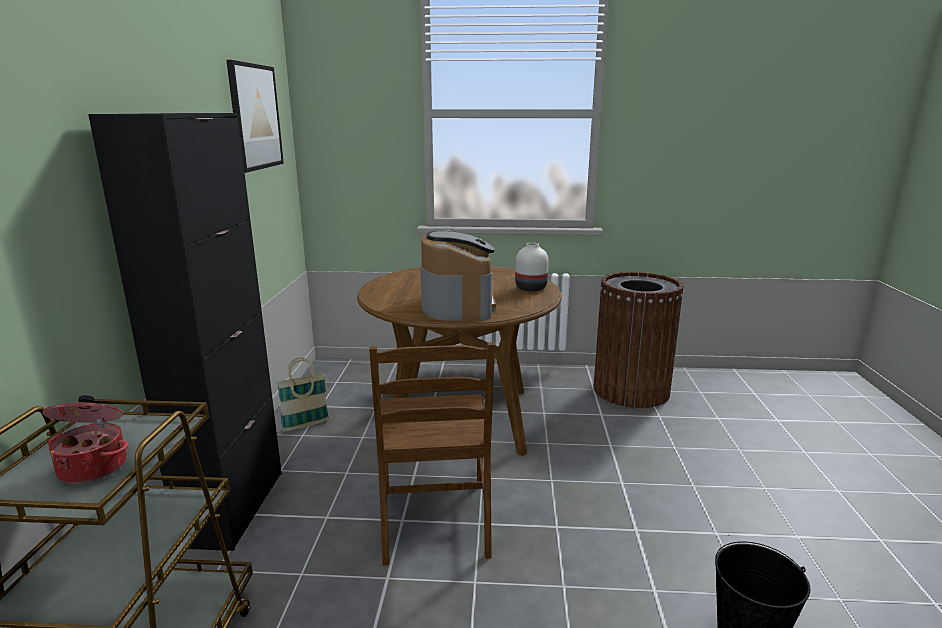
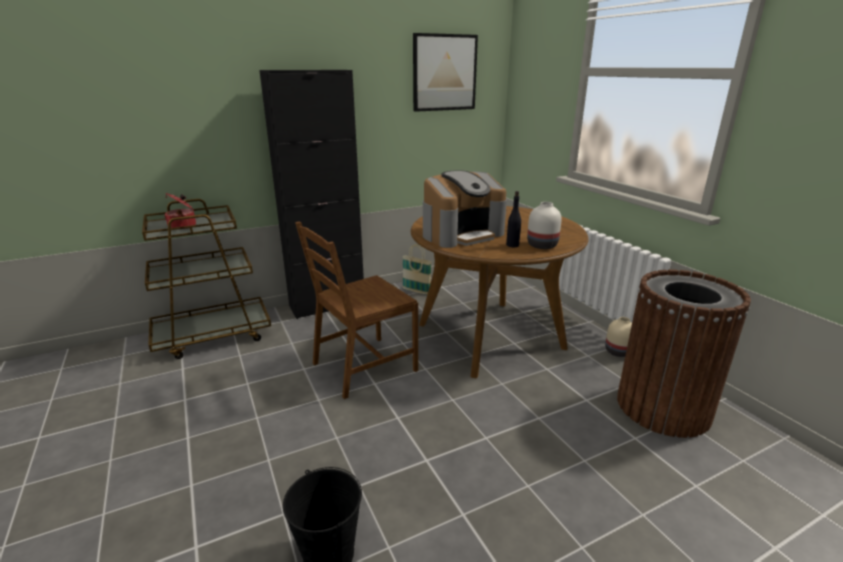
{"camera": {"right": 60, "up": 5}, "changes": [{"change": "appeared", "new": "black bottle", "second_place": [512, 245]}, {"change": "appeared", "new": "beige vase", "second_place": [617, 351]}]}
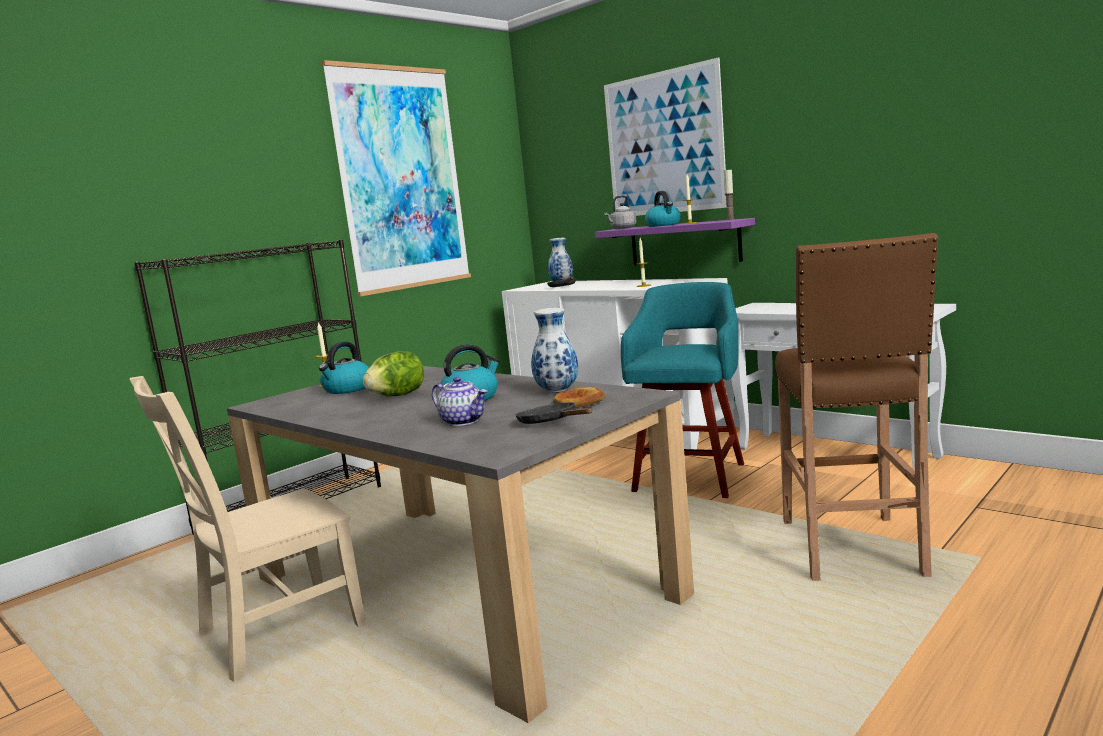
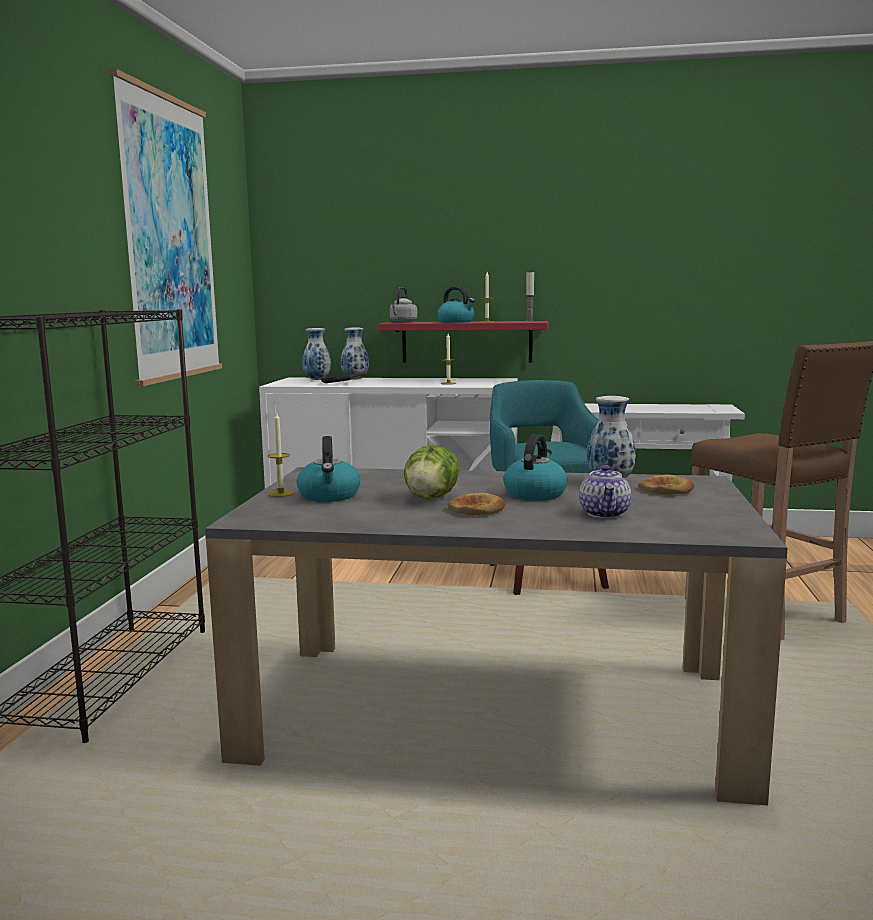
{"camera": {"right": -35, "up": 0}, "changes": [{"change": "missing", "old": "picture", "first_place": [663, 143]}, {"change": "colour", "old": "purple shelf", "new": "red shelf", "first_place": [684, 243], "second_place": [466, 342]}, {"change": "missing", "old": "beige chair", "first_place": [273, 632]}, {"change": "spun", "old": "teapot", "first_place": [463, 421], "second_place": [605, 514], "degrees": 90}, {"change": "missing", "old": "black frying pan", "first_place": [551, 422]}, {"change": "appeared", "new": "vase", "second_place": [356, 379]}, {"change": "appeared", "new": "bread", "second_place": [477, 510]}]}
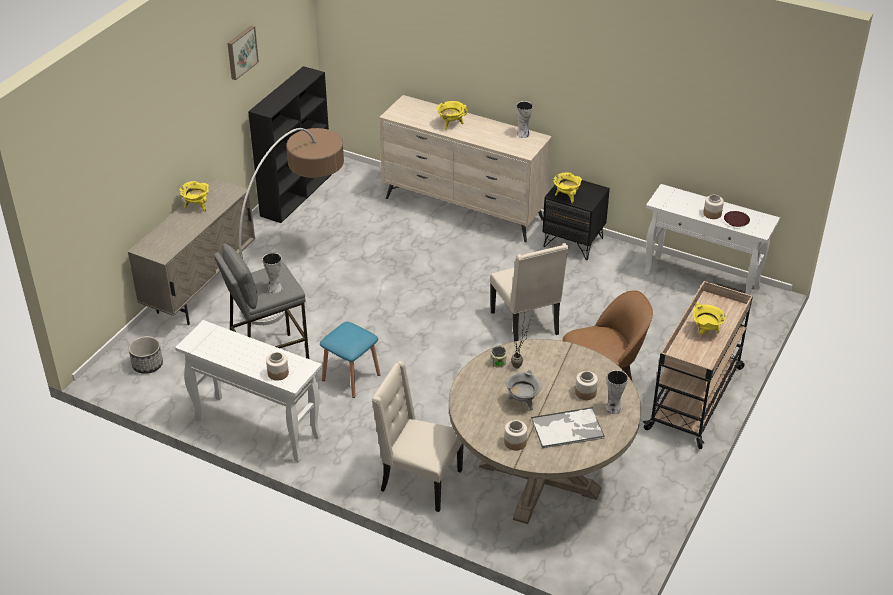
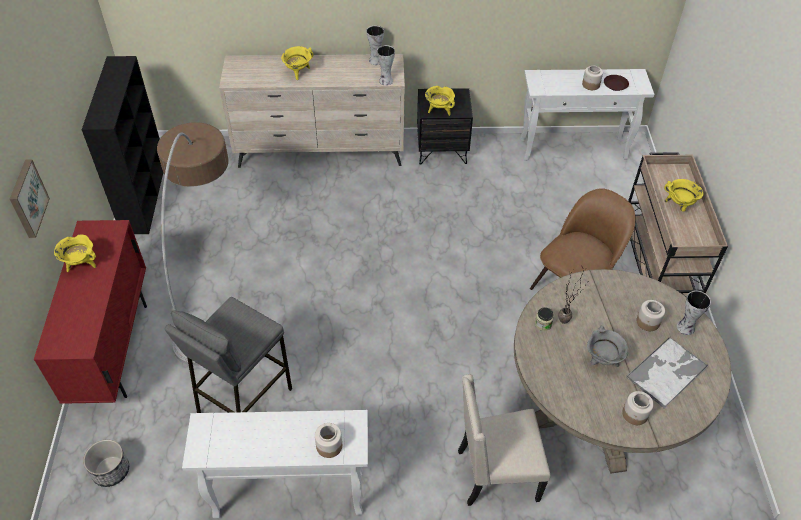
{"camera": {"right": -30, "up": 10}, "changes": [{"change": "relocated", "old": "picture", "first_place": [241, 52], "second_place": [27, 198]}, {"change": "colour", "old": "beige cabinet", "new": "red cabinet", "first_place": [201, 292], "second_place": [114, 350]}, {"change": "missing", "old": "beige chair", "first_place": [526, 324]}, {"change": "relocated", "old": "vase", "first_place": [274, 288], "second_place": [385, 81]}, {"change": "missing", "old": "blue stool", "first_place": [351, 377]}]}
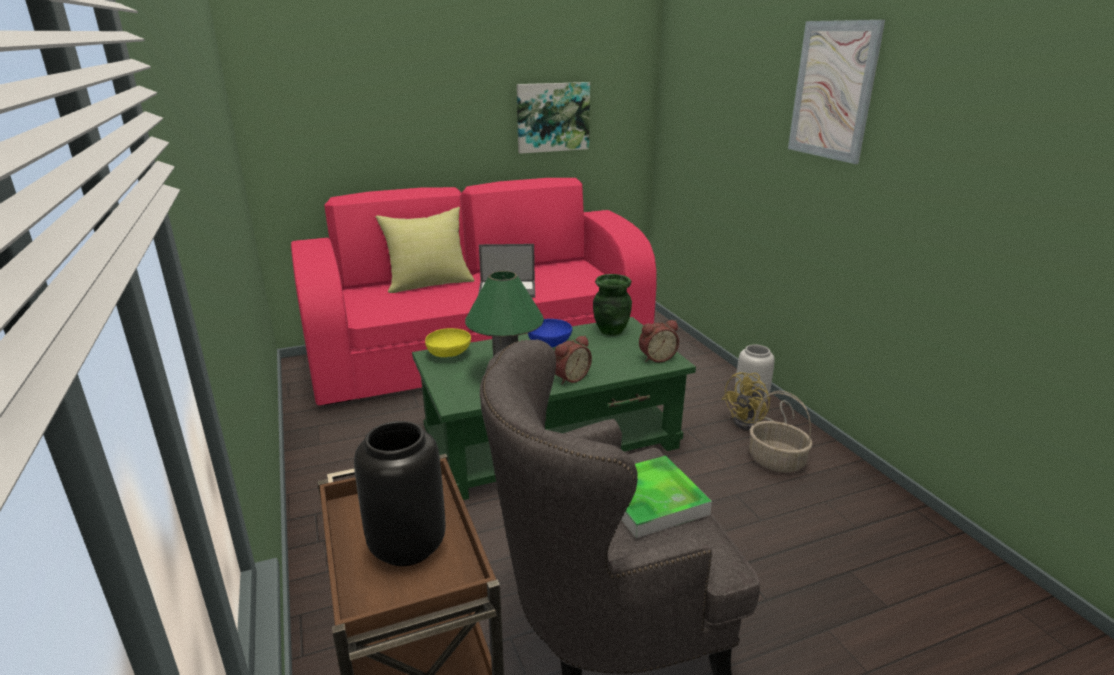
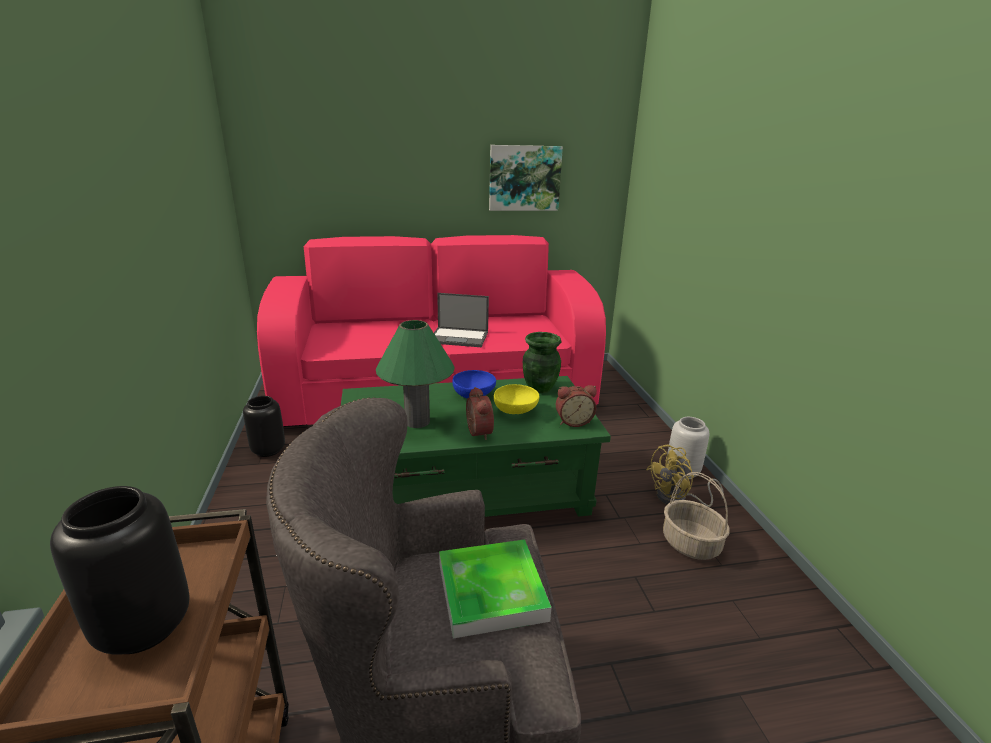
{"camera": {"right": 10, "up": 0}, "changes": [{"change": "missing", "old": "picture", "first_place": [833, 90]}, {"change": "missing", "old": "yellow pillow", "first_place": [429, 284]}, {"change": "relocated", "old": "yellow bowl", "first_place": [449, 355], "second_place": [515, 411]}, {"change": "spun", "old": "alarm clock", "first_place": [569, 377], "second_place": [476, 432], "degrees": -75}, {"change": "appeared", "new": "black vase", "second_place": [268, 451]}]}
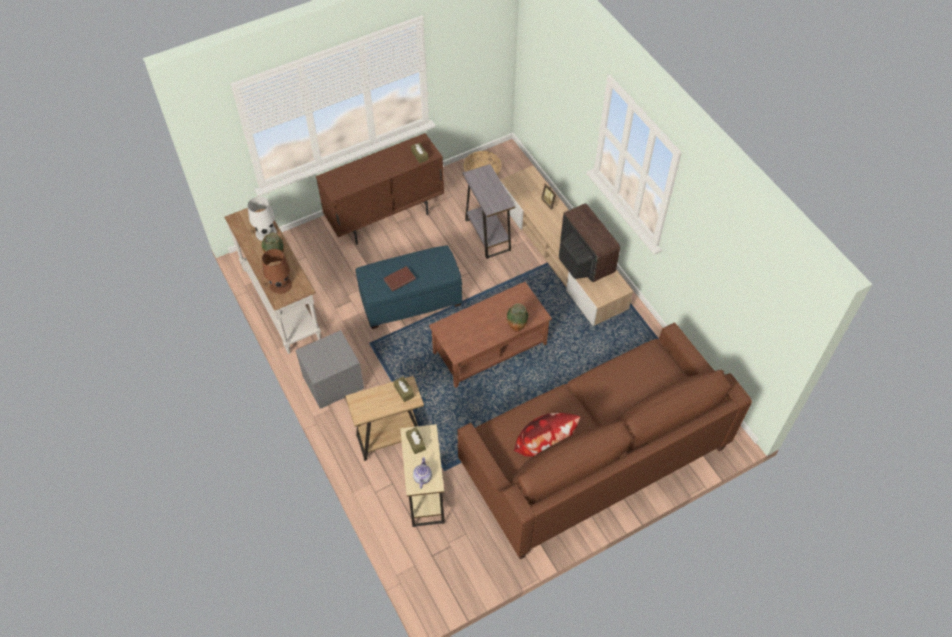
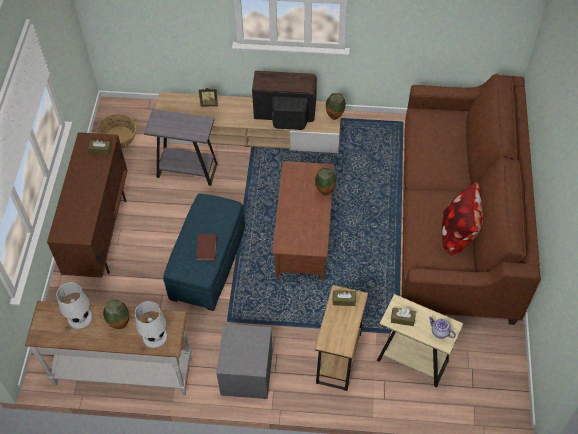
{"camera": {"right": -55, "up": 0}, "changes": [{"change": "colour", "old": "brown table lamp", "new": "white table lamp", "first_place": [280, 285], "second_place": [154, 336]}, {"change": "appeared", "new": "vase", "second_place": [334, 117]}]}
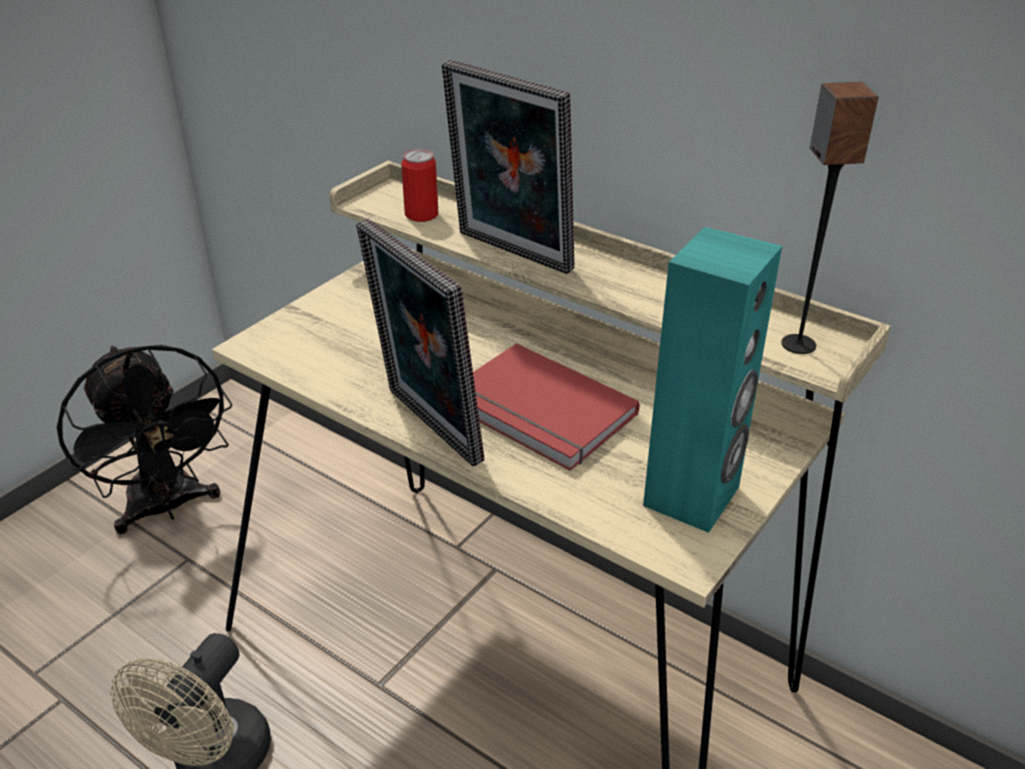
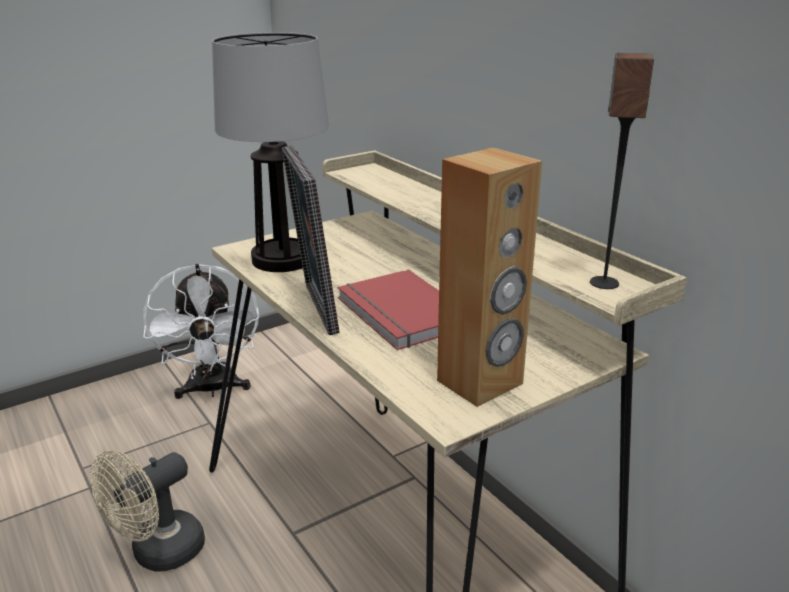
{"camera": {"right": 20, "up": -10}, "changes": [{"change": "missing", "old": "picture frame", "first_place": [509, 254]}, {"change": "missing", "old": "can", "first_place": [421, 215]}, {"change": "colour", "old": "turquoise speaker", "new": "brown speaker", "first_place": [693, 497], "second_place": [480, 383]}, {"change": "colour", "old": "black fan", "new": "white fan", "first_place": [167, 508], "second_place": [213, 389]}, {"change": "appeared", "new": "table lamp", "second_place": [283, 260]}]}
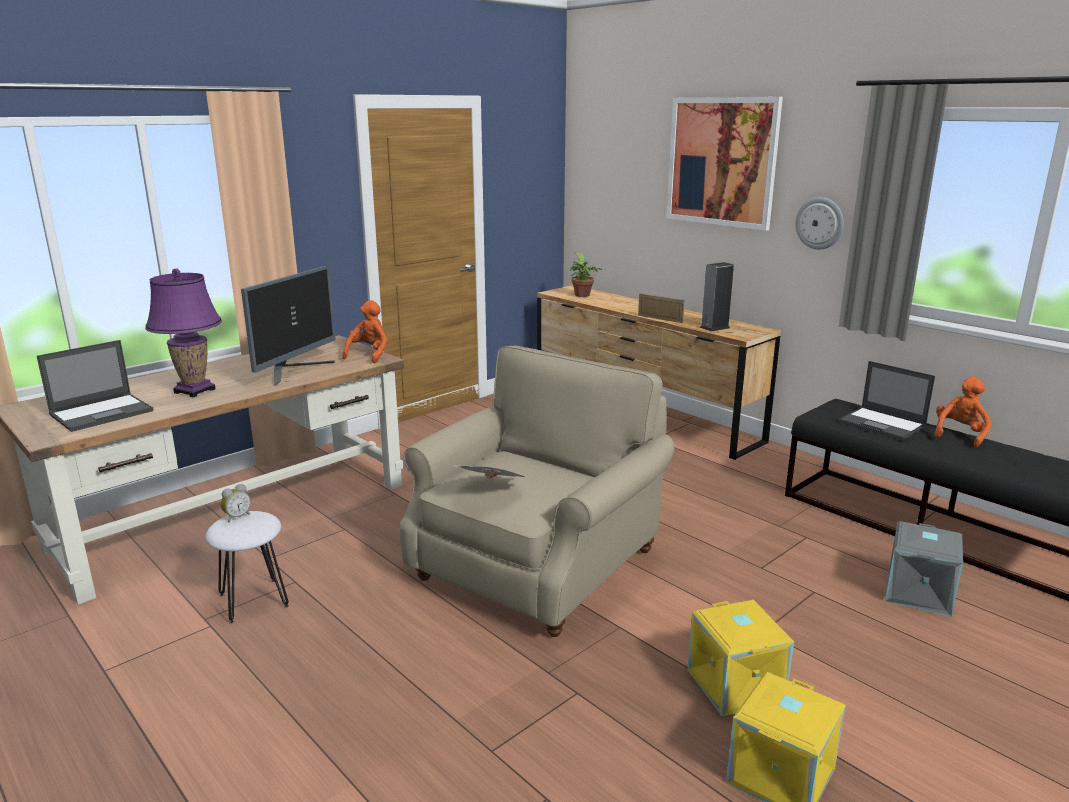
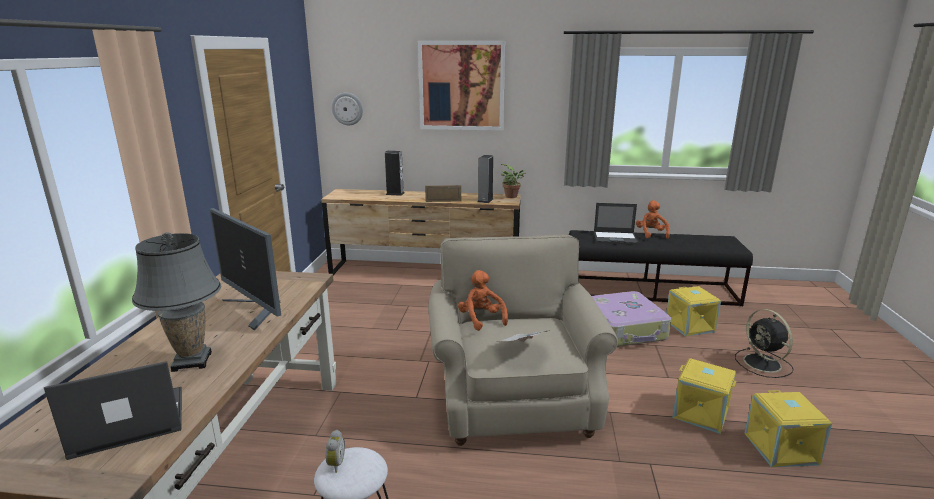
{"camera": {"right": -40, "up": 0}, "changes": [{"change": "relocated", "old": "wall clock", "first_place": [819, 223], "second_place": [347, 109]}, {"change": "relocated", "old": "potted plant", "first_place": [583, 296], "second_place": [512, 197]}, {"change": "spun", "old": "monitor", "first_place": [294, 370], "second_place": [255, 310], "degrees": 150}, {"change": "colour", "old": "purple table lamp", "new": "grey table lamp", "first_place": [195, 391], "second_place": [192, 361]}, {"change": "relocated", "old": "orange plush toy", "first_place": [369, 355], "second_place": [481, 319]}, {"change": "spun", "old": "laptop", "first_place": [103, 412], "second_place": [127, 422], "degrees": -120}, {"change": "colour", "old": "grey storage box", "new": "yellow storage box", "first_place": [920, 593], "second_place": [690, 326]}, {"change": "appeared", "new": "speaker", "second_place": [395, 193]}, {"change": "appeared", "new": "suitcase", "second_place": [624, 329]}, {"change": "appeared", "new": "black fan", "second_place": [763, 364]}]}
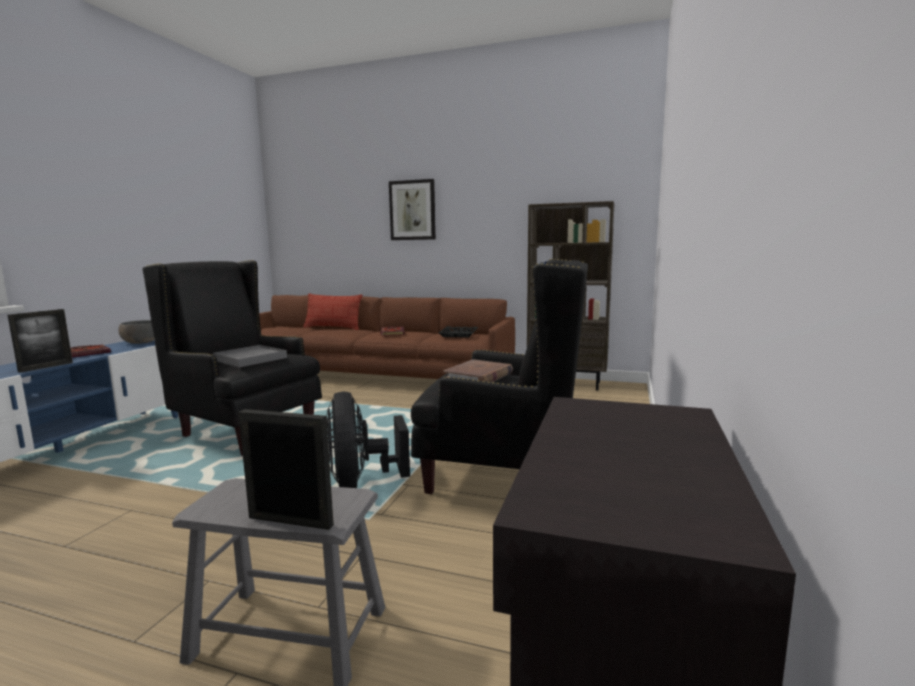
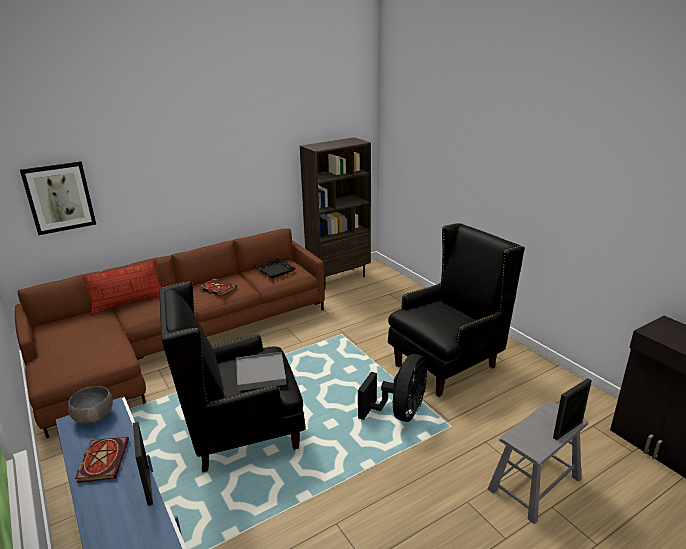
{"camera": {"right": -50, "up": 15}, "changes": [{"change": "relocated", "old": "picture", "first_place": [412, 210], "second_place": [59, 197]}, {"change": "missing", "old": "brown book", "first_place": [478, 376]}, {"change": "spun", "old": "black fan", "first_place": [360, 482], "second_place": [400, 413], "degrees": -90}]}
